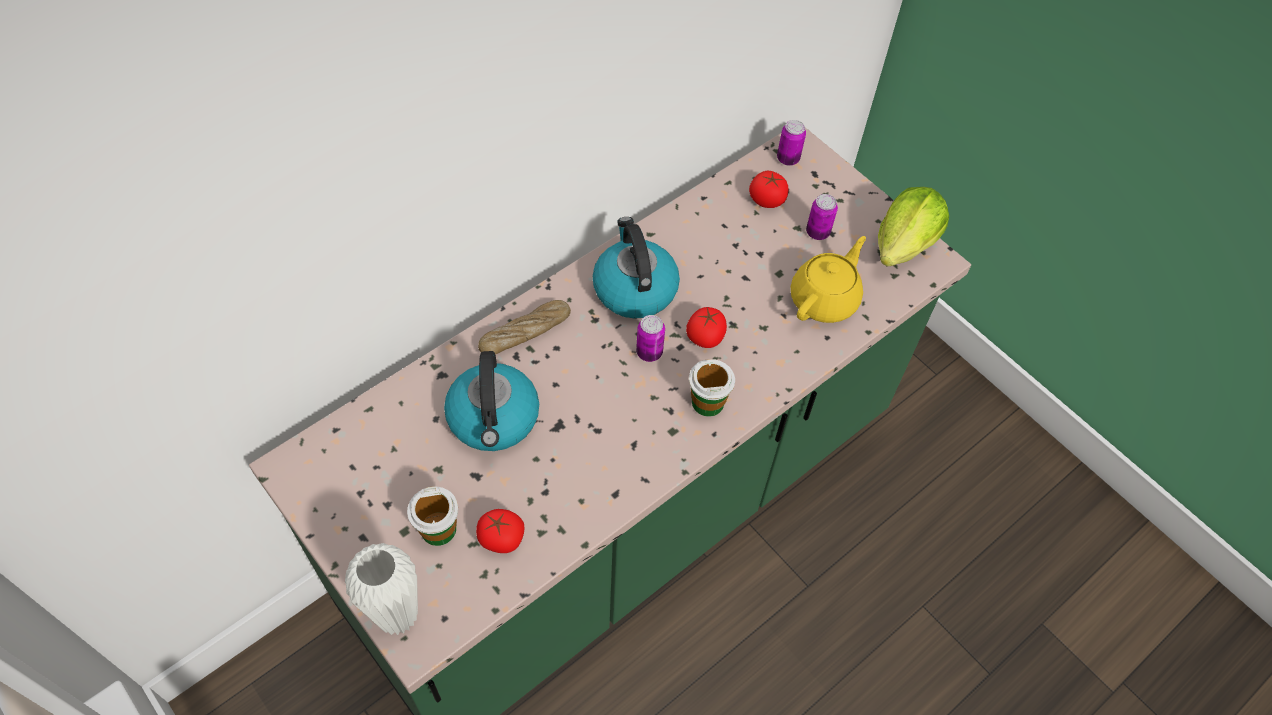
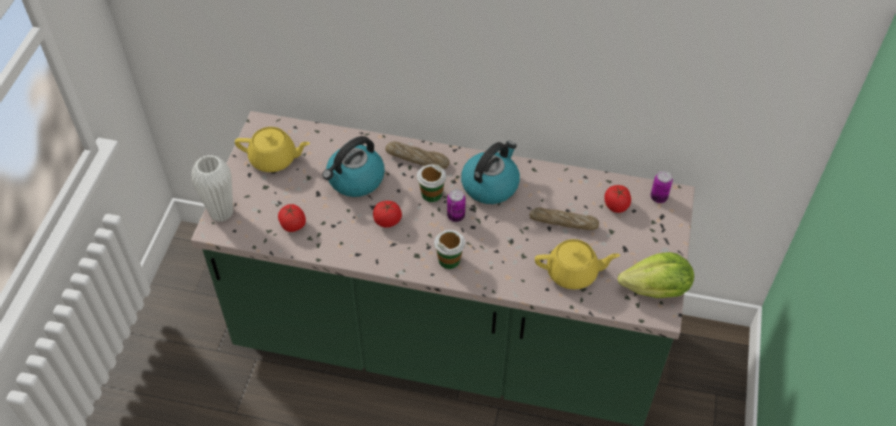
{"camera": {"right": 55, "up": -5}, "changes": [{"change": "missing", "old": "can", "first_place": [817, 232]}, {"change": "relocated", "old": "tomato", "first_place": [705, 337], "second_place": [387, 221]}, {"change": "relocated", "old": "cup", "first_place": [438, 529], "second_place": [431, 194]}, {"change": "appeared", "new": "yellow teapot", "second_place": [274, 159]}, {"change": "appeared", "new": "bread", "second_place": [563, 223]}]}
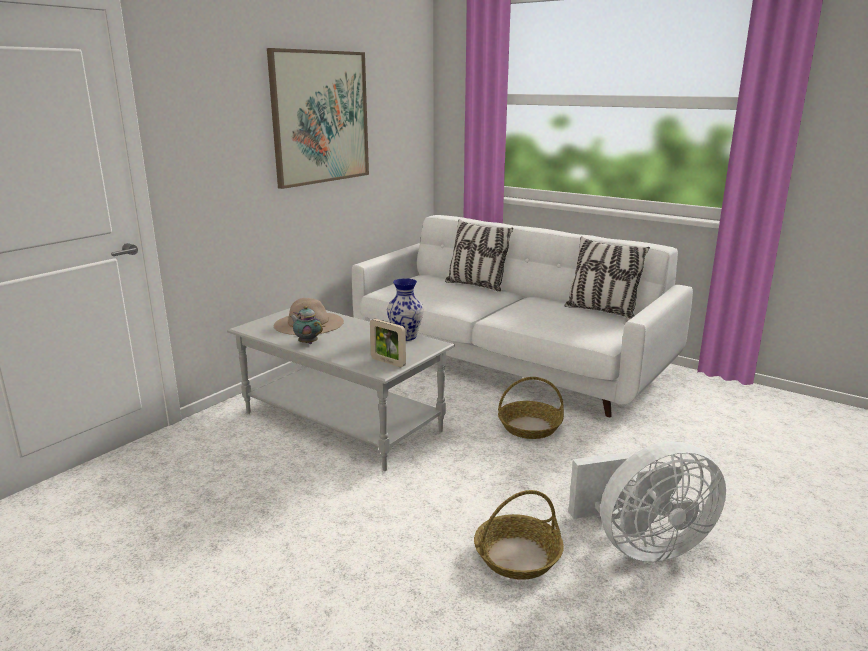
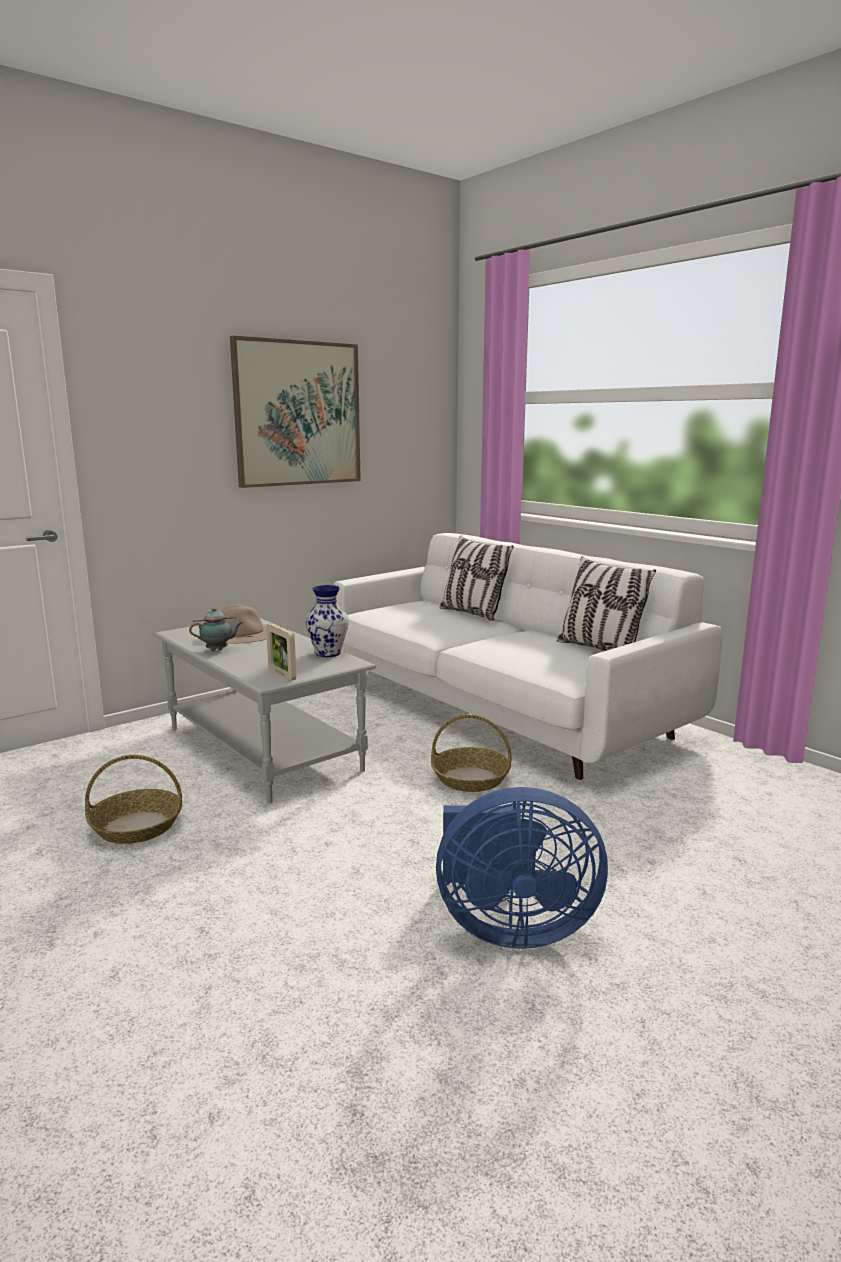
{"camera": {"right": 15, "up": -5}, "changes": [{"change": "spun", "old": "teapot", "first_place": [307, 343], "second_place": [218, 650], "degrees": 105}, {"change": "colour", "old": "white fan", "new": "blue fan", "first_place": [642, 546], "second_place": [510, 927]}, {"change": "relocated", "old": "basket", "first_place": [517, 556], "second_place": [137, 826]}]}
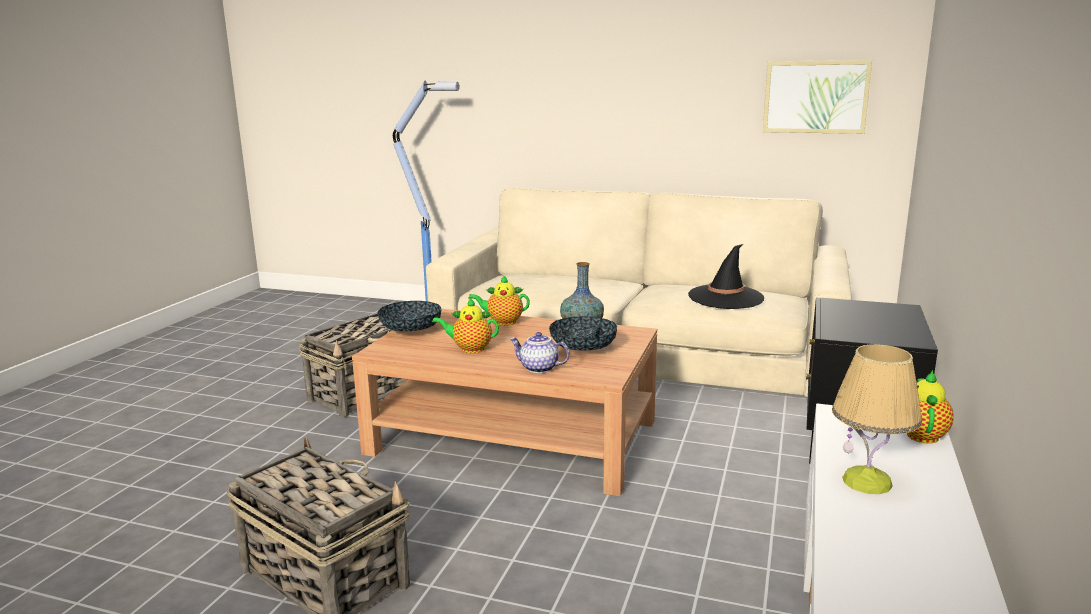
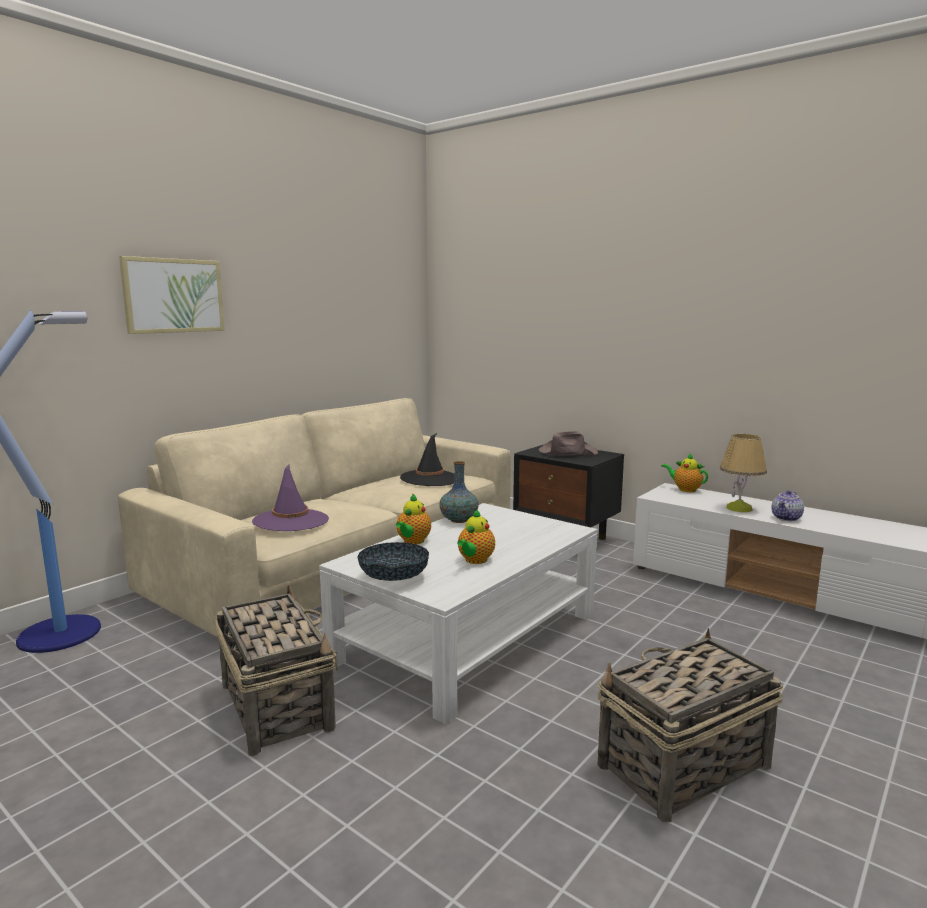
{"camera": {"right": -70, "up": -5}, "changes": [{"change": "relocated", "old": "picture", "first_place": [815, 97], "second_place": [173, 295]}, {"change": "colour", "old": "brown coffee table", "new": "white coffee table", "first_place": [515, 437], "second_place": [468, 637]}, {"change": "missing", "old": "bowl", "first_place": [583, 349]}, {"change": "relocated", "old": "teapot", "first_place": [538, 368], "second_place": [787, 518]}, {"change": "appeared", "new": "brown hat", "second_place": [567, 452]}, {"change": "appeared", "new": "purple hat", "second_place": [291, 521]}]}
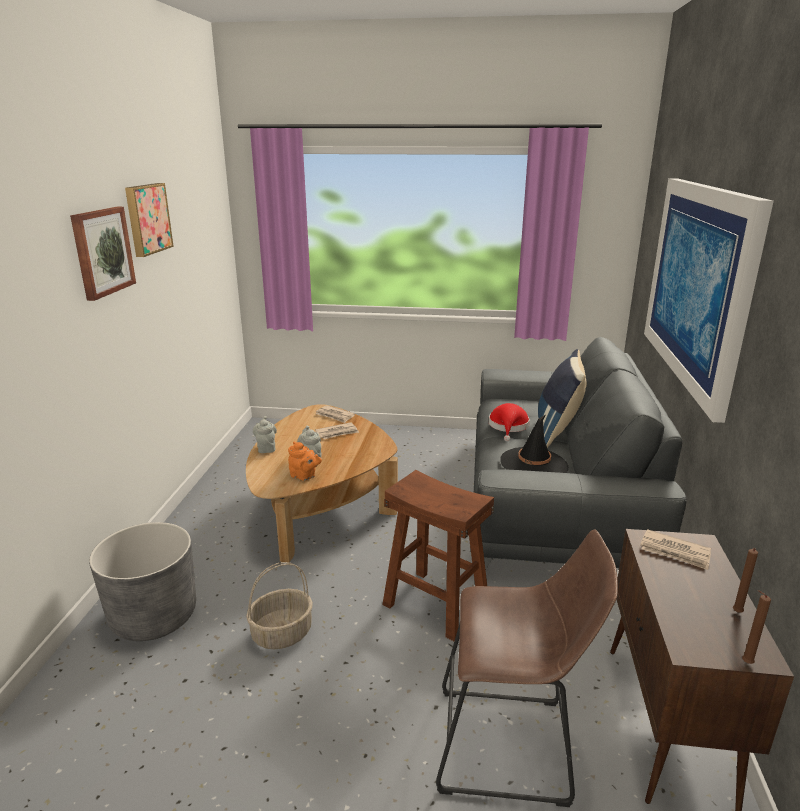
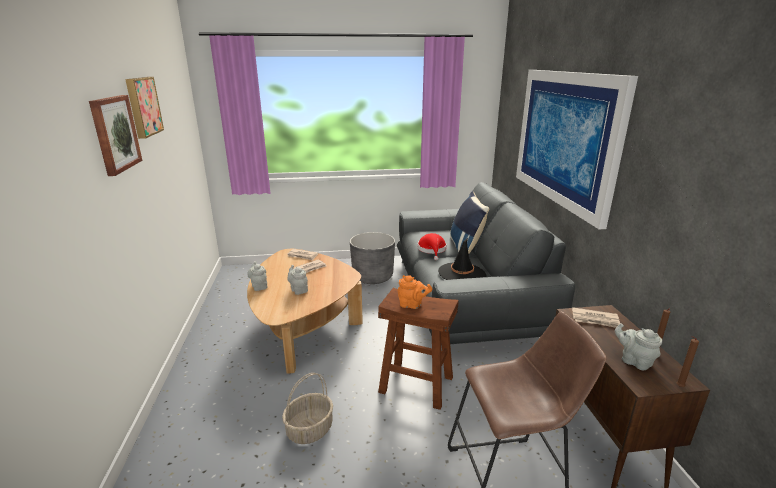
{"camera": {"right": -15, "up": 0}, "changes": [{"change": "relocated", "old": "orange teapot", "first_place": [304, 476], "second_place": [412, 305]}, {"change": "relocated", "old": "grey planter", "first_place": [154, 616], "second_place": [372, 276]}, {"change": "appeared", "new": "grey teapot", "second_place": [634, 361]}]}
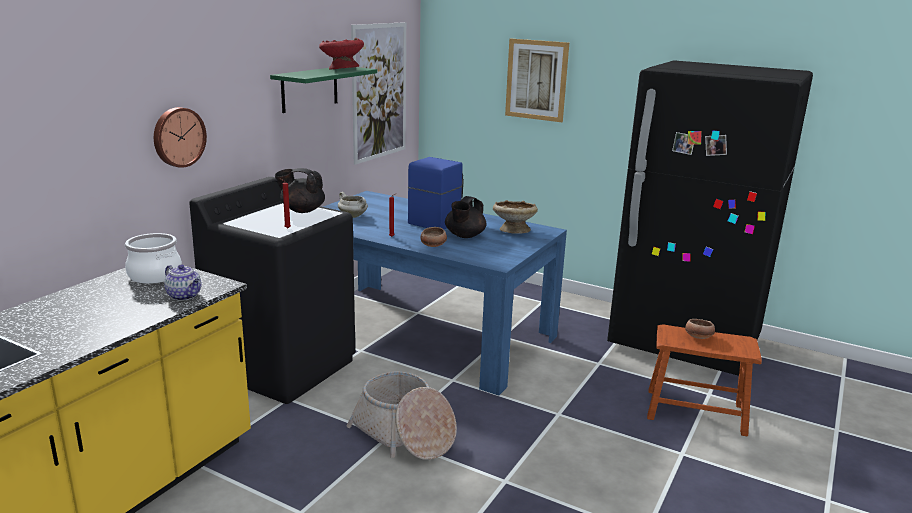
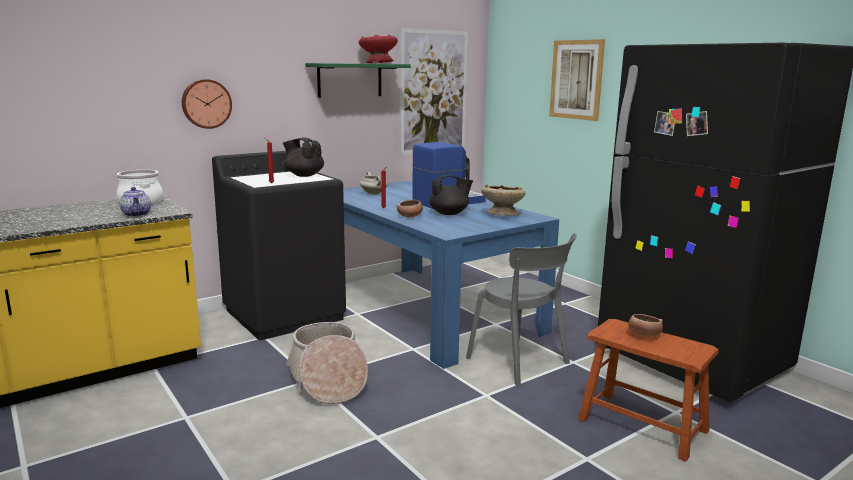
{"camera": {"right": 25, "up": -5}, "changes": [{"change": "spun", "old": "black teapot", "first_place": [464, 236], "second_place": [449, 213], "degrees": -150}, {"change": "appeared", "new": "grey chair", "second_place": [521, 362]}]}
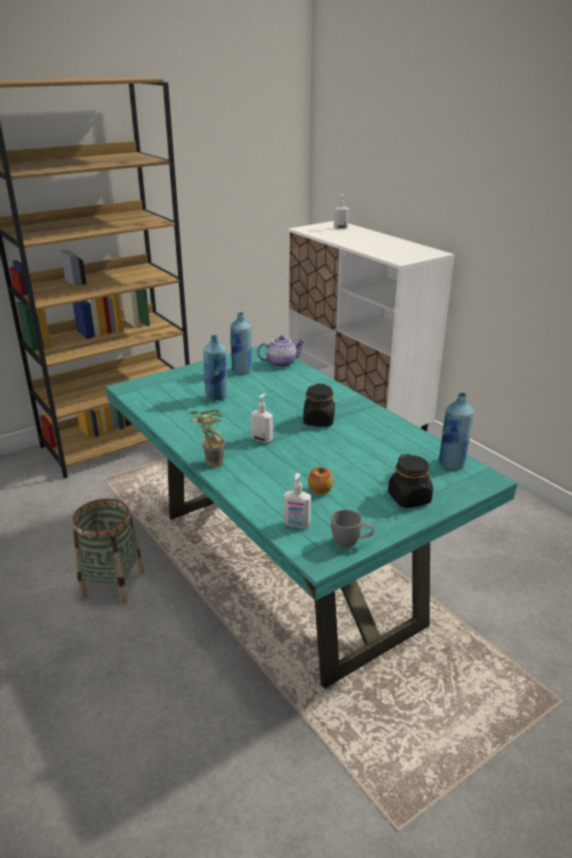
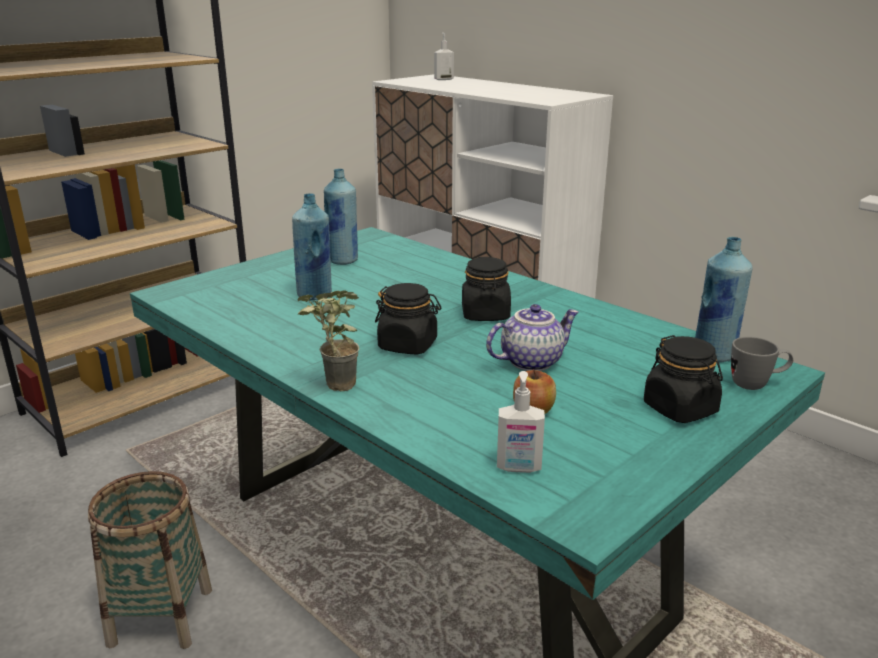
{"camera": {"right": -10, "up": -5}, "changes": [{"change": "relocated", "old": "teapot", "first_place": [281, 363], "second_place": [531, 361]}, {"change": "exchanged", "old": "soap dispenser", "new": "black jar", "first_place": [262, 439], "second_place": [408, 345]}, {"change": "relocated", "old": "grey mug", "first_place": [351, 543], "second_place": [756, 385]}]}
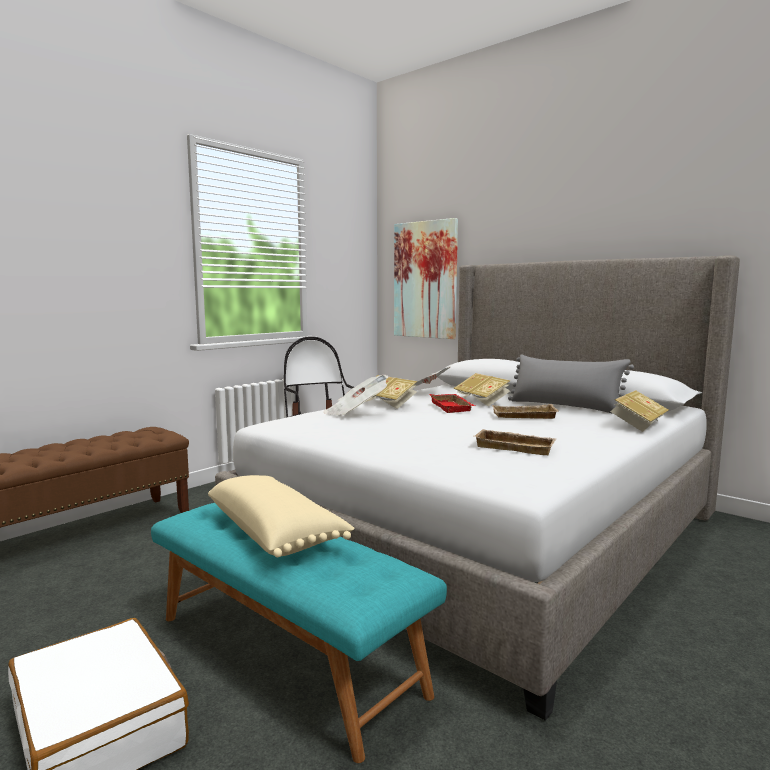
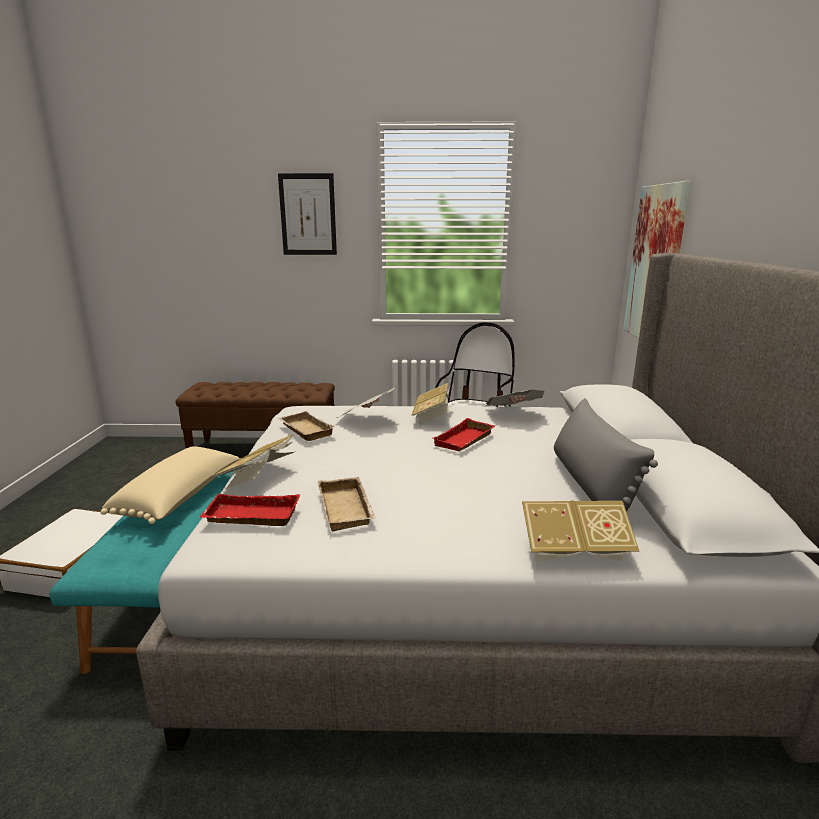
{"camera": {"right": 50, "up": 10}, "changes": [{"change": "relocated", "old": "book", "first_place": [482, 401], "second_place": [259, 477]}, {"change": "relocated", "old": "beige tray", "first_place": [523, 416], "second_place": [304, 430]}, {"change": "appeared", "new": "picture", "second_place": [308, 215]}, {"change": "appeared", "new": "red tray", "second_place": [250, 517]}]}
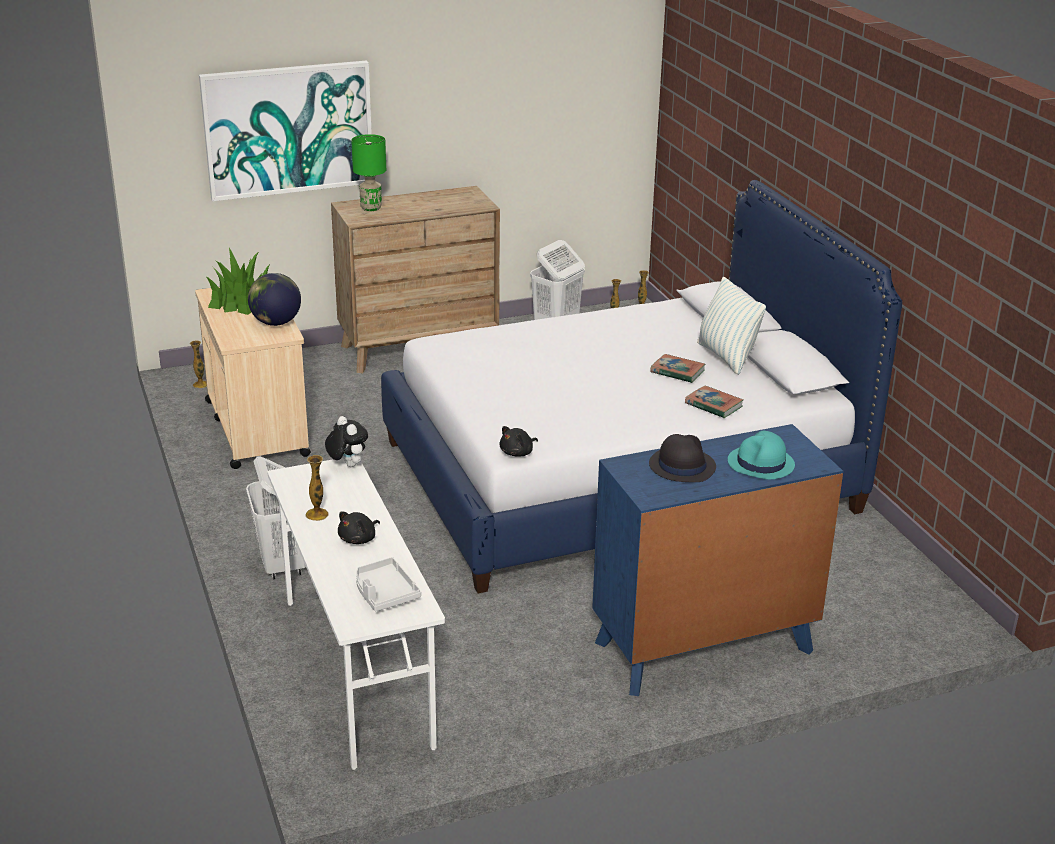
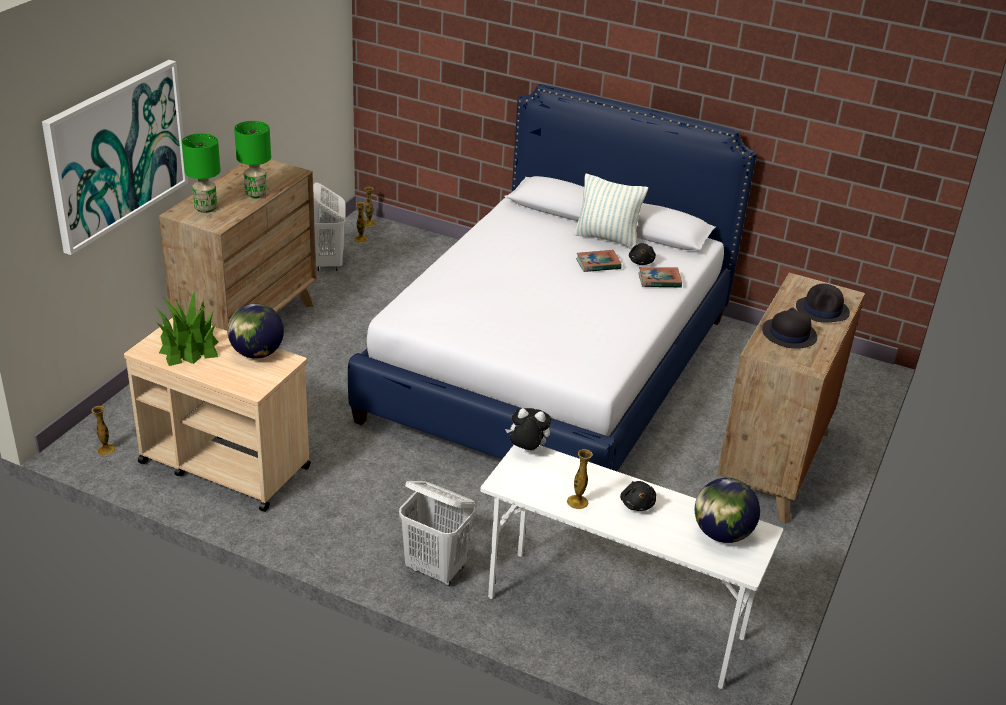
{"camera": {"right": -45, "up": 5}, "changes": [{"change": "colour", "old": "blue dresser", "new": "brown dresser", "first_place": [703, 647], "second_place": [773, 465]}, {"change": "relocated", "old": "black plush toy", "first_place": [518, 453], "second_place": [641, 262]}, {"change": "colour", "old": "turquoise hat", "new": "black hat", "first_place": [761, 464], "second_place": [822, 310]}, {"change": "exchanged", "old": "grey tray", "new": "globe", "first_place": [384, 593], "second_place": [721, 534]}, {"change": "appeared", "new": "green table lamp", "second_place": [255, 194]}]}
